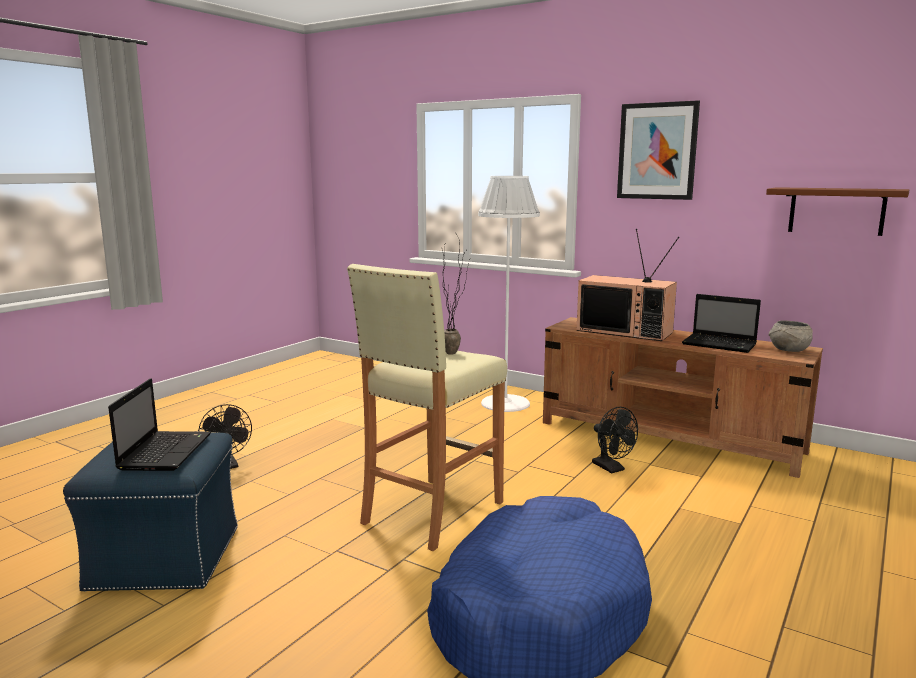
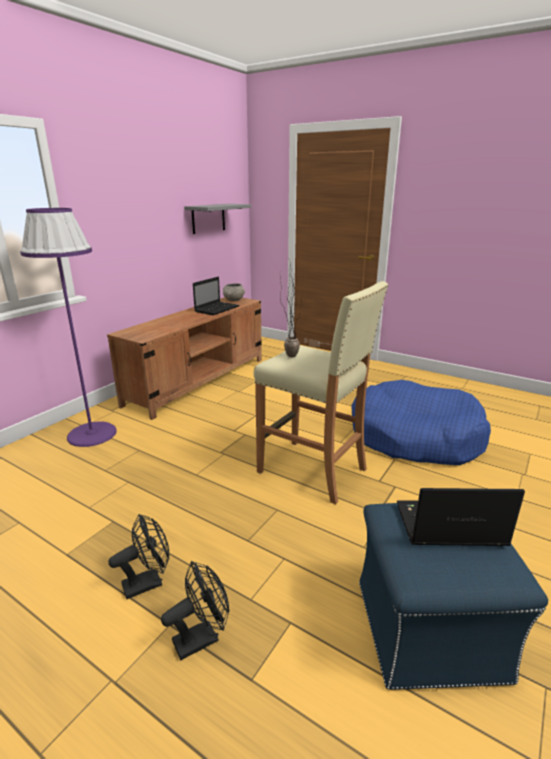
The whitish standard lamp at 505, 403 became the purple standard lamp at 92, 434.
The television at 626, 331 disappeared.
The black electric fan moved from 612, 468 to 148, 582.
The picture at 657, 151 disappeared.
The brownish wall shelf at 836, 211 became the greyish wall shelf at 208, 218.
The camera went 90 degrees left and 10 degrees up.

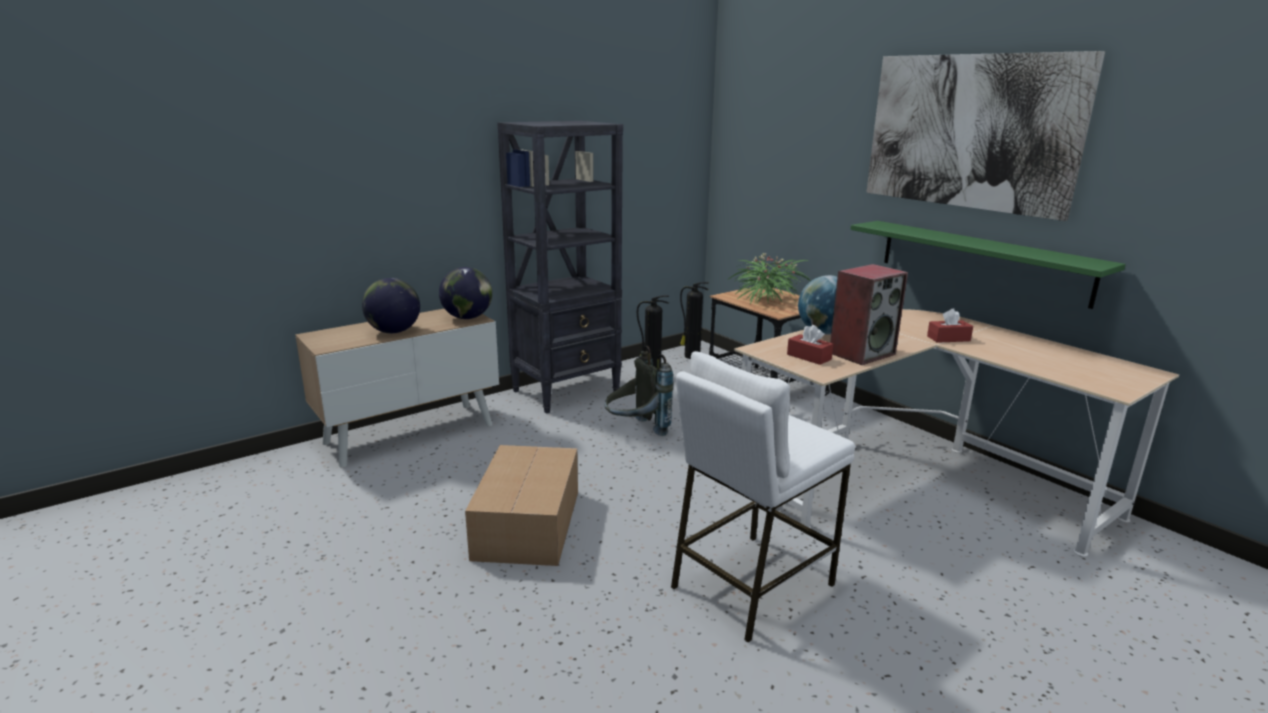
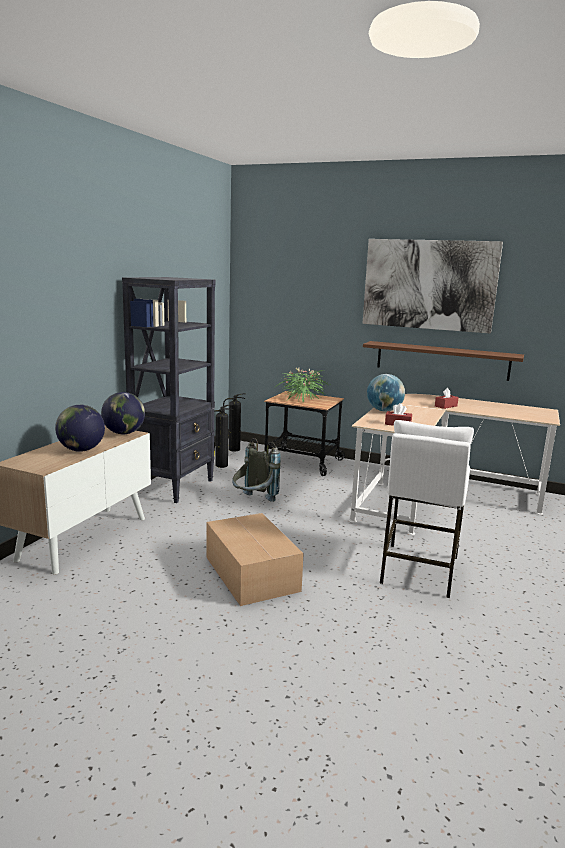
The audio speaker at 862, 353 disappeared.
The green wall shelf at 981, 261 became the brownish wall shelf at 442, 360.
The camera went 30 degrees left and 5 degrees down.

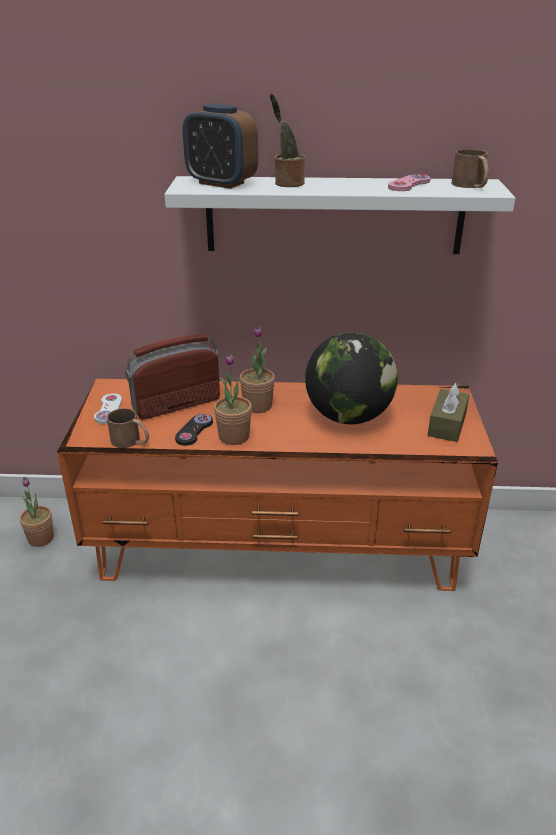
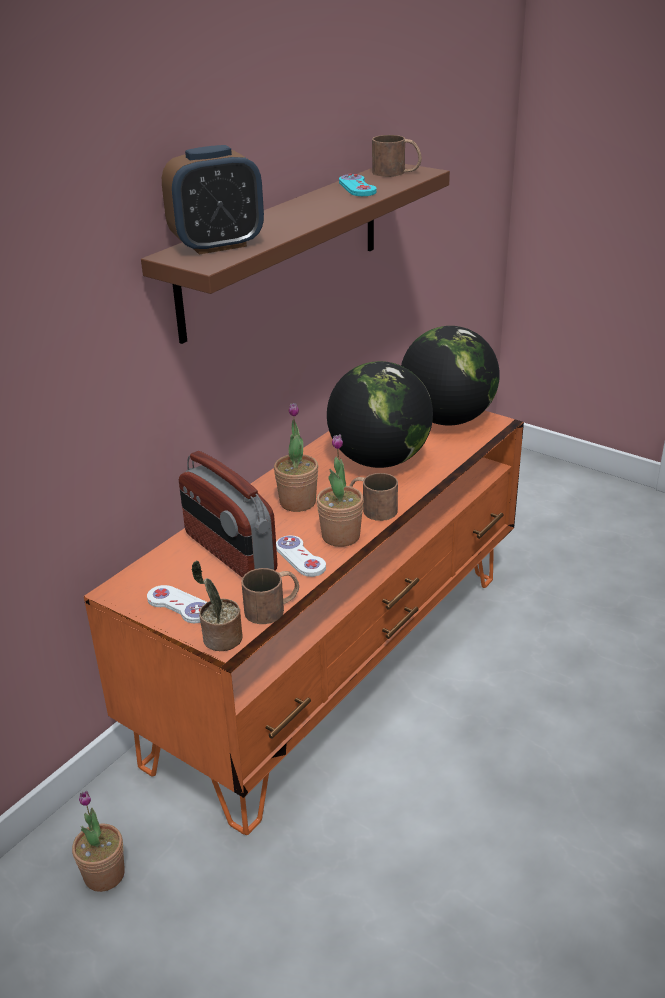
The radio receiver at 176, 404 turned 45 degrees counterclockwise.
The whitish wall shelf at 334, 215 became the brownish wall shelf at 283, 248.
The black gamepad at 194, 431 became the whitish gamepad at 300, 557.
The plant in a pot moved from 287, 183 to 220, 640.
The pink gamepad at 409, 184 became the turquoise-coloured gamepad at 357, 187.
The brownish tissue holder at 447, 424 was replaced by the desk globe at 447, 419.
The brownish tea mug at 372, 509 appeared.
The camera went 55 degrees left and 0 degrees up.

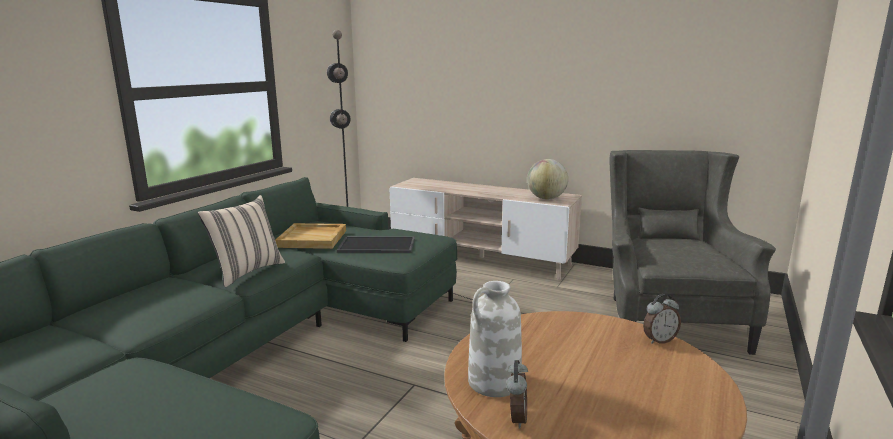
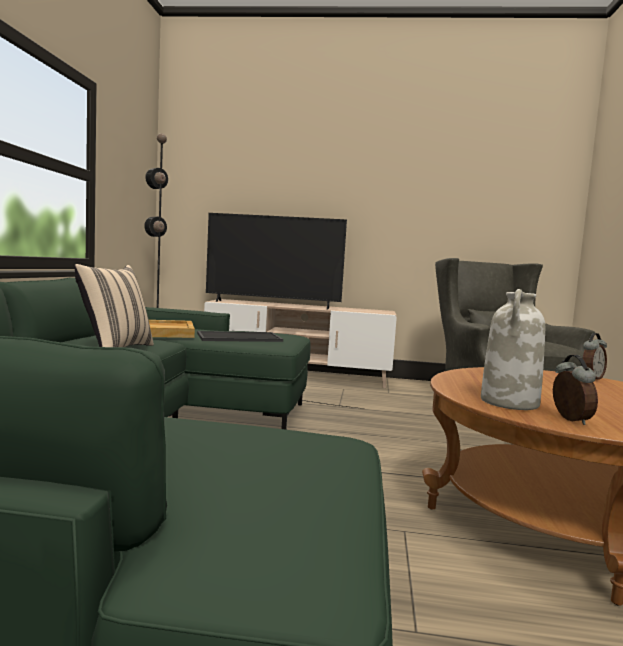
The desk globe at 546, 198 disappeared.
The television at 272, 304 appeared.
The camera went 20 degrees left and 10 degrees down.

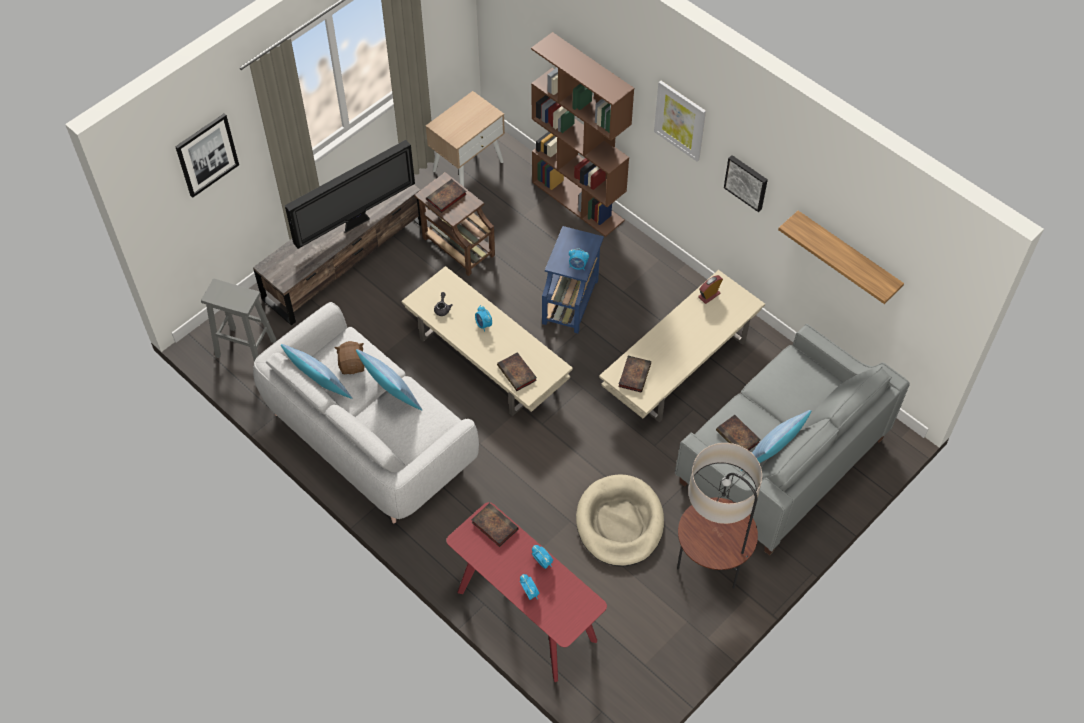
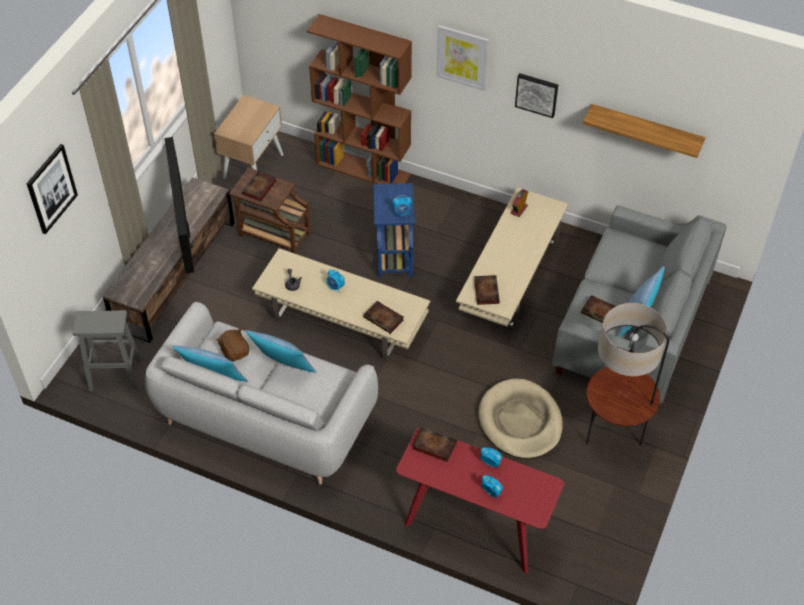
The television at 357, 222 turned 135 degrees clockwise.
The camera went 20 degrees left and 5 degrees down.

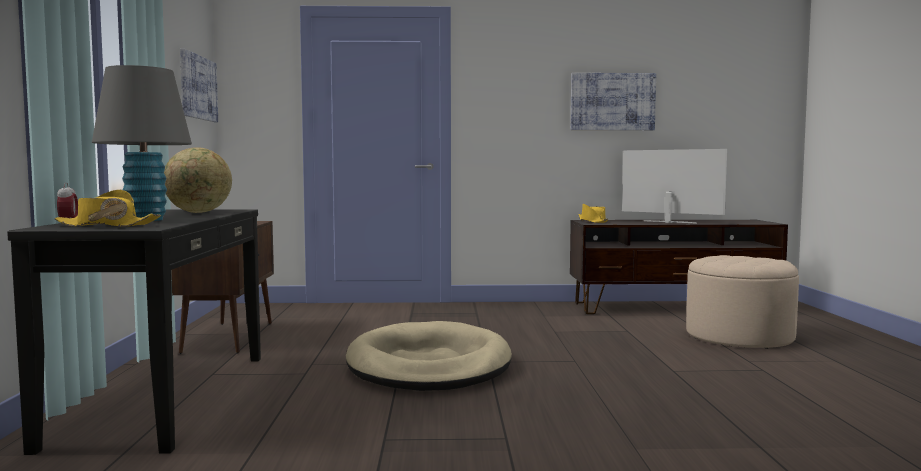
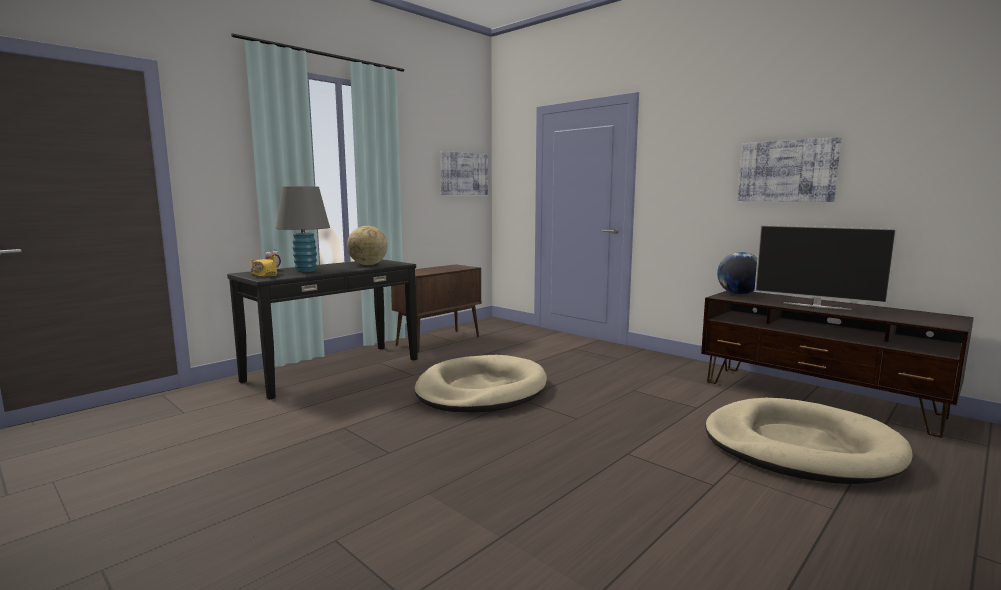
The yellow clothing hat at 593, 221 was replaced by the desk globe at 738, 294.
The television at 669, 222 turned 135 degrees clockwise.
The beige-coloured ottoman at 739, 336 was replaced by the beige-coloured pet bed at 799, 447.
The camera went 45 degrees right and 5 degrees up.

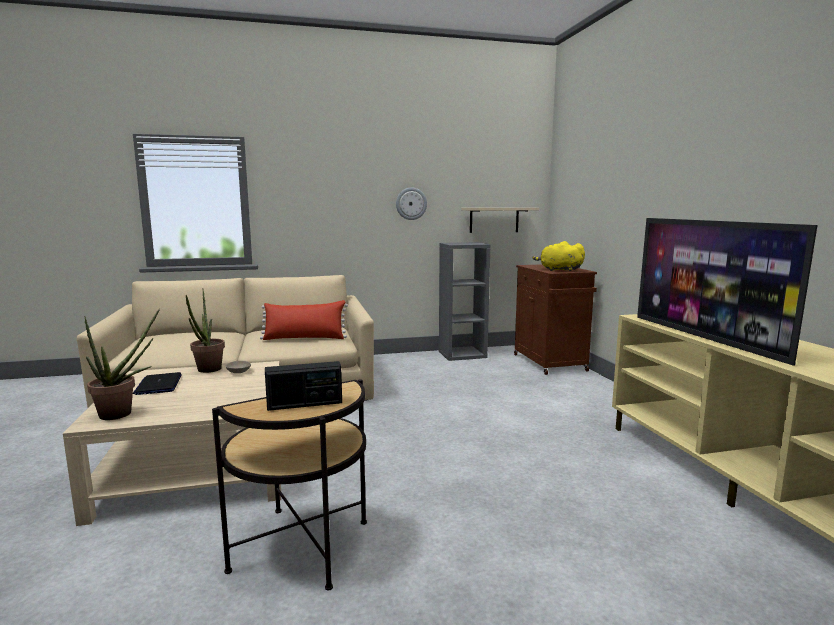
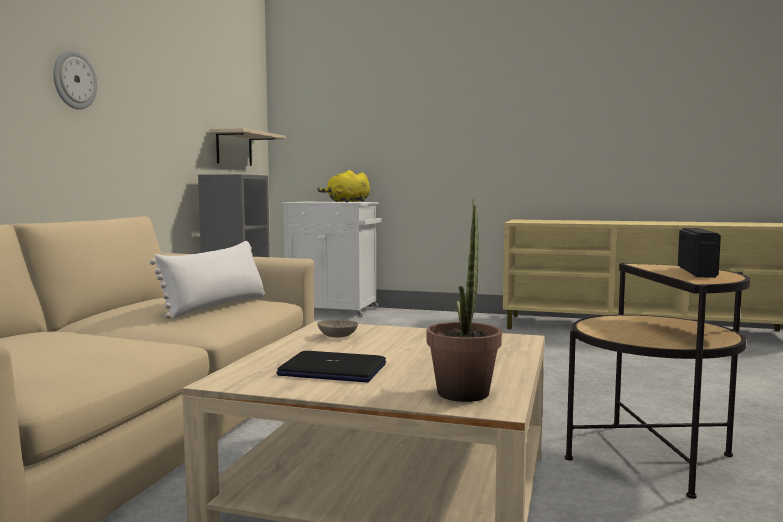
The plant in a pot at 207, 371 disappeared.
The red throw pillow at 304, 338 became the whitish throw pillow at 216, 306.
The wall clock moved from 411, 203 to 74, 80.
The brownish storage cabinet at 550, 363 became the whitish storage cabinet at 334, 311.
The television at 705, 338 disappeared.
The camera went 60 degrees left and 5 degrees down.

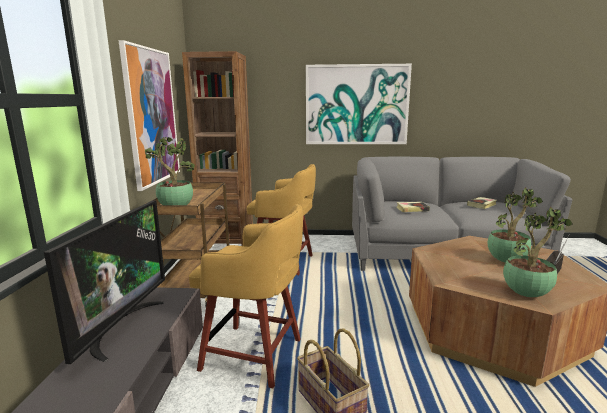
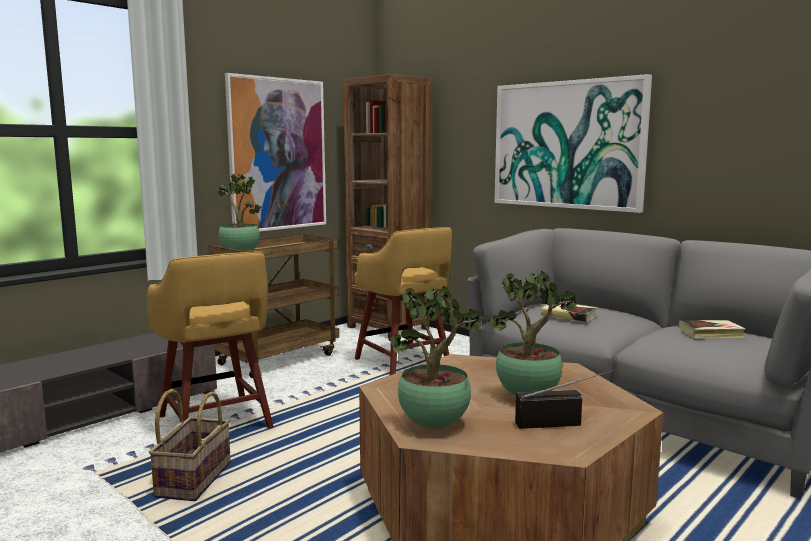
The television at 120, 327 disappeared.
The camera went 40 degrees right and 5 degrees down.

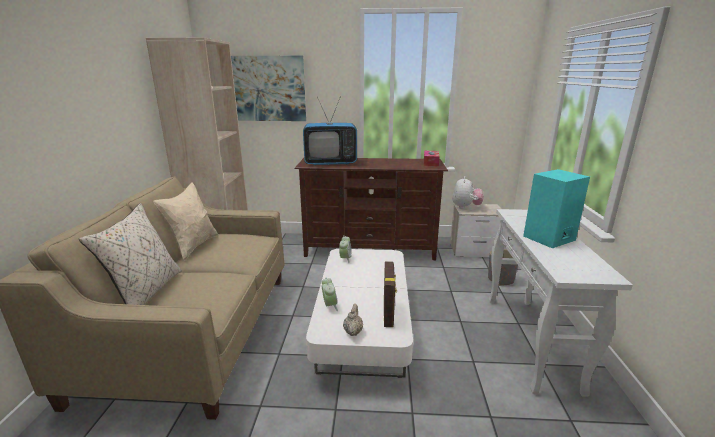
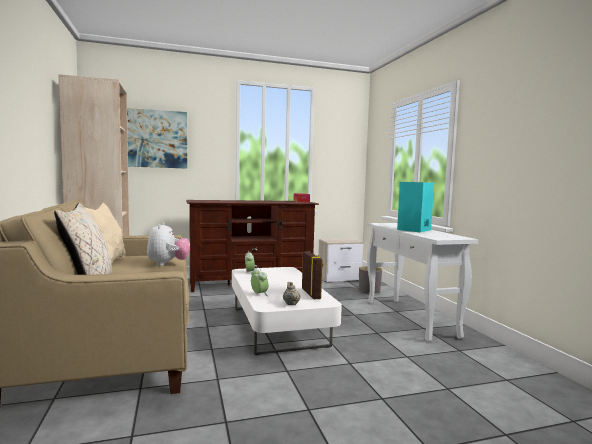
The television at 330, 163 disappeared.
The plush toy moved from 466, 207 to 168, 264.
The camera went 20 degrees left and 15 degrees down.

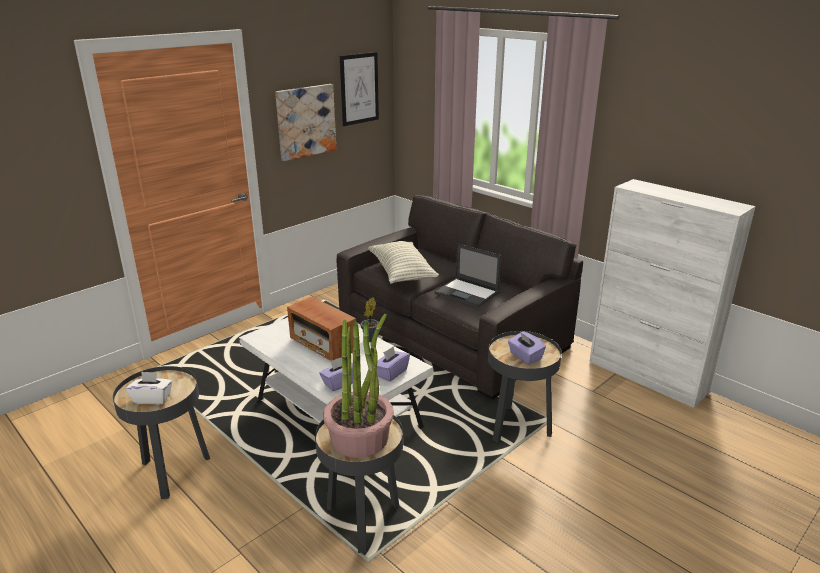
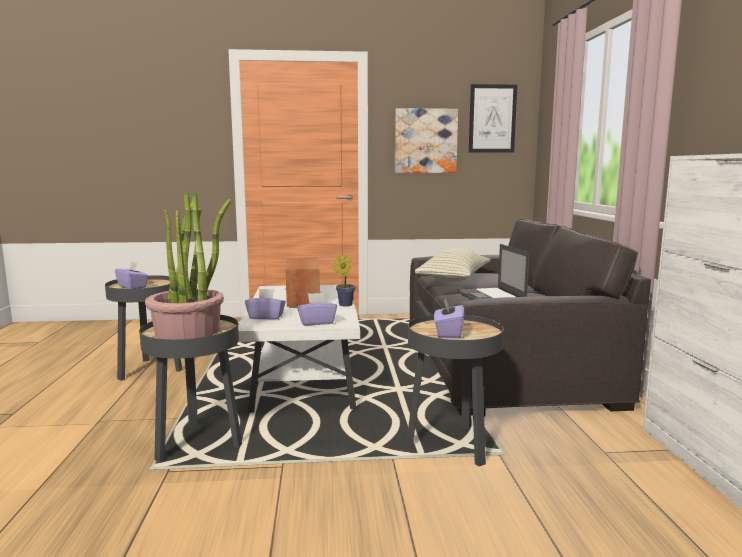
The whitish tissue holder at 152, 398 became the purple tissue holder at 133, 287.
The camera went 40 degrees right and 15 degrees down.

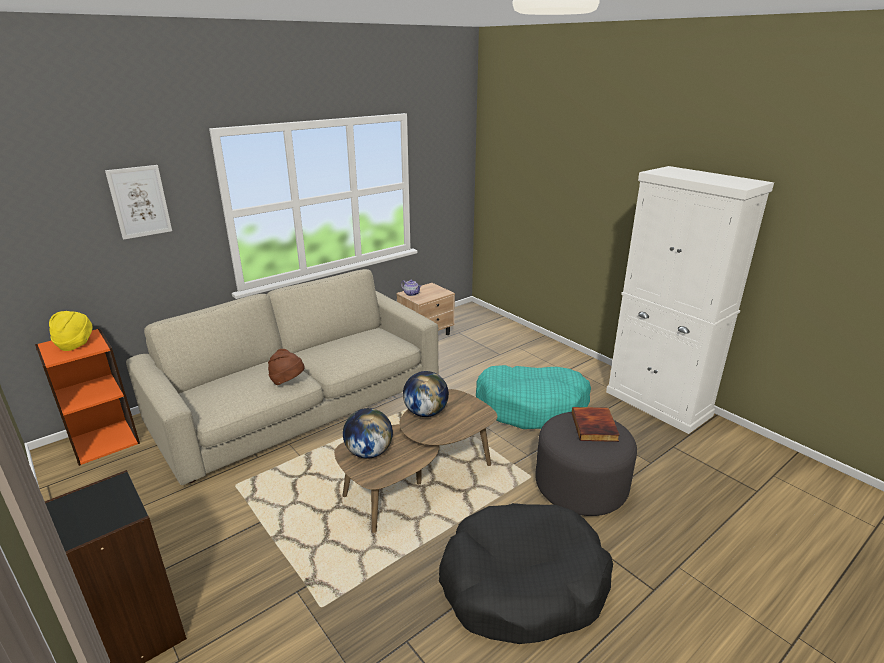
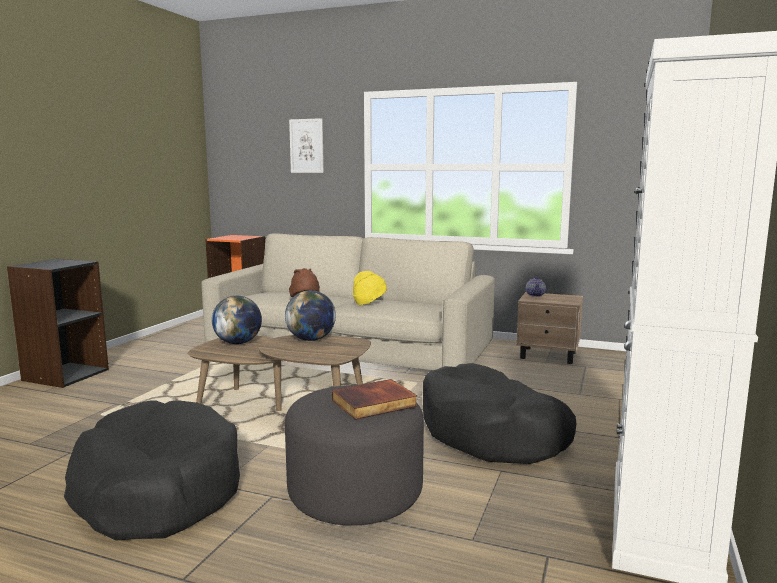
The yellow clothing hat moved from 75, 344 to 369, 303.
The turquoise-coloured pet bed at 532, 406 became the black pet bed at 492, 433.
The camera went 60 degrees right and 15 degrees down.

